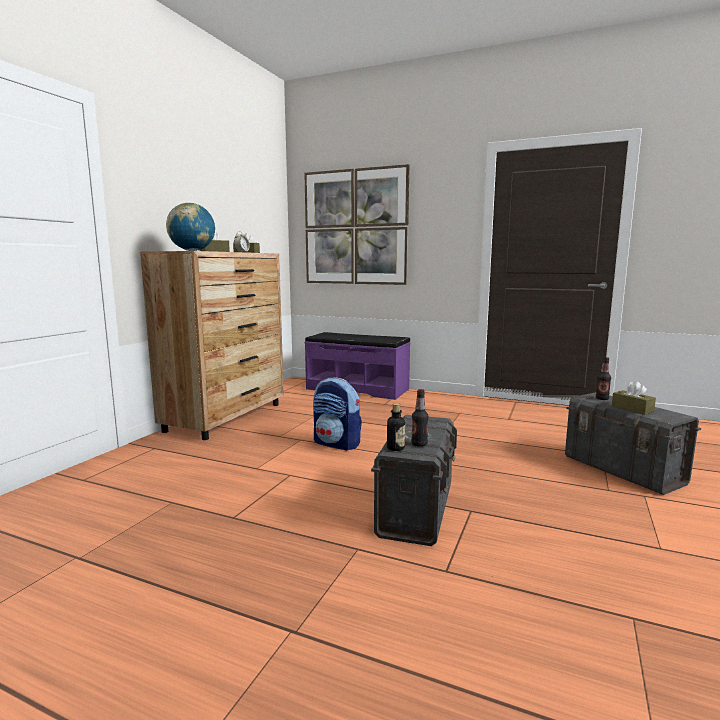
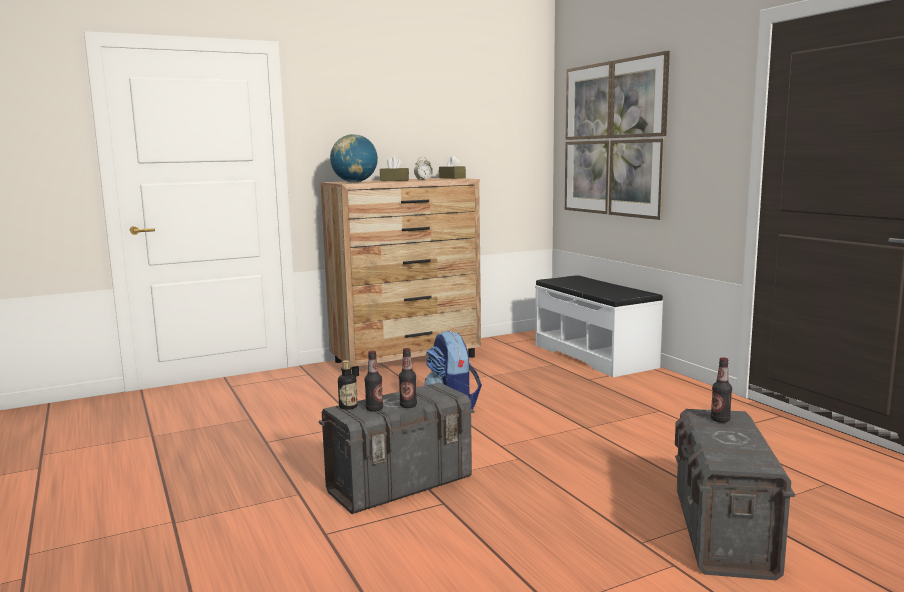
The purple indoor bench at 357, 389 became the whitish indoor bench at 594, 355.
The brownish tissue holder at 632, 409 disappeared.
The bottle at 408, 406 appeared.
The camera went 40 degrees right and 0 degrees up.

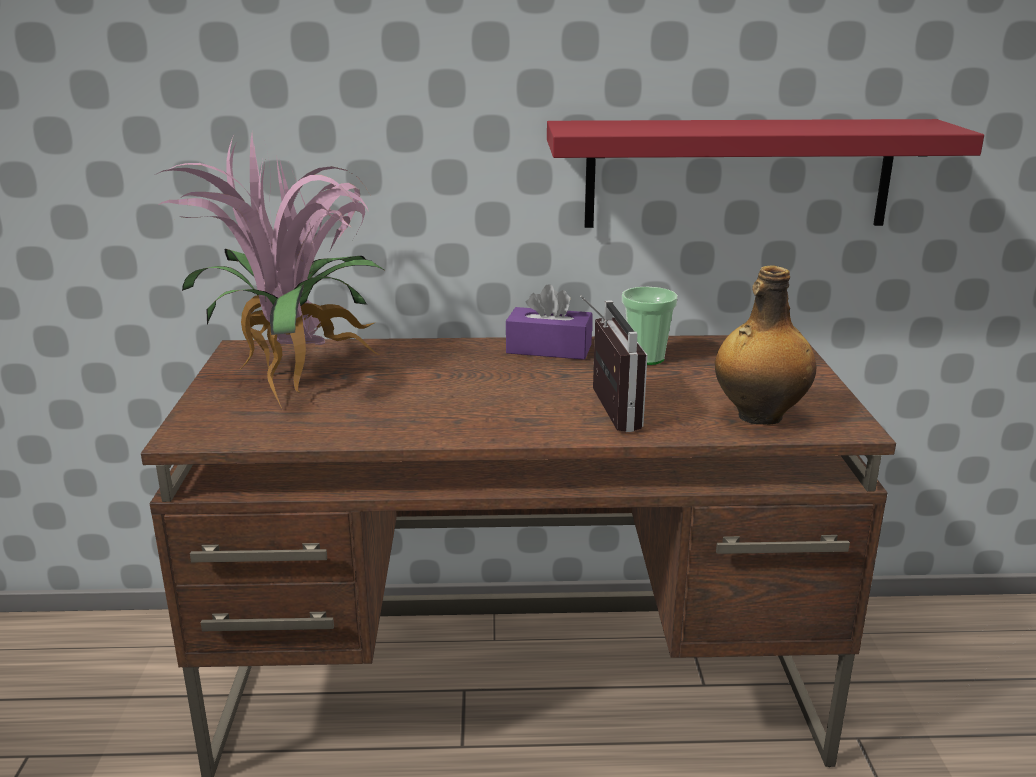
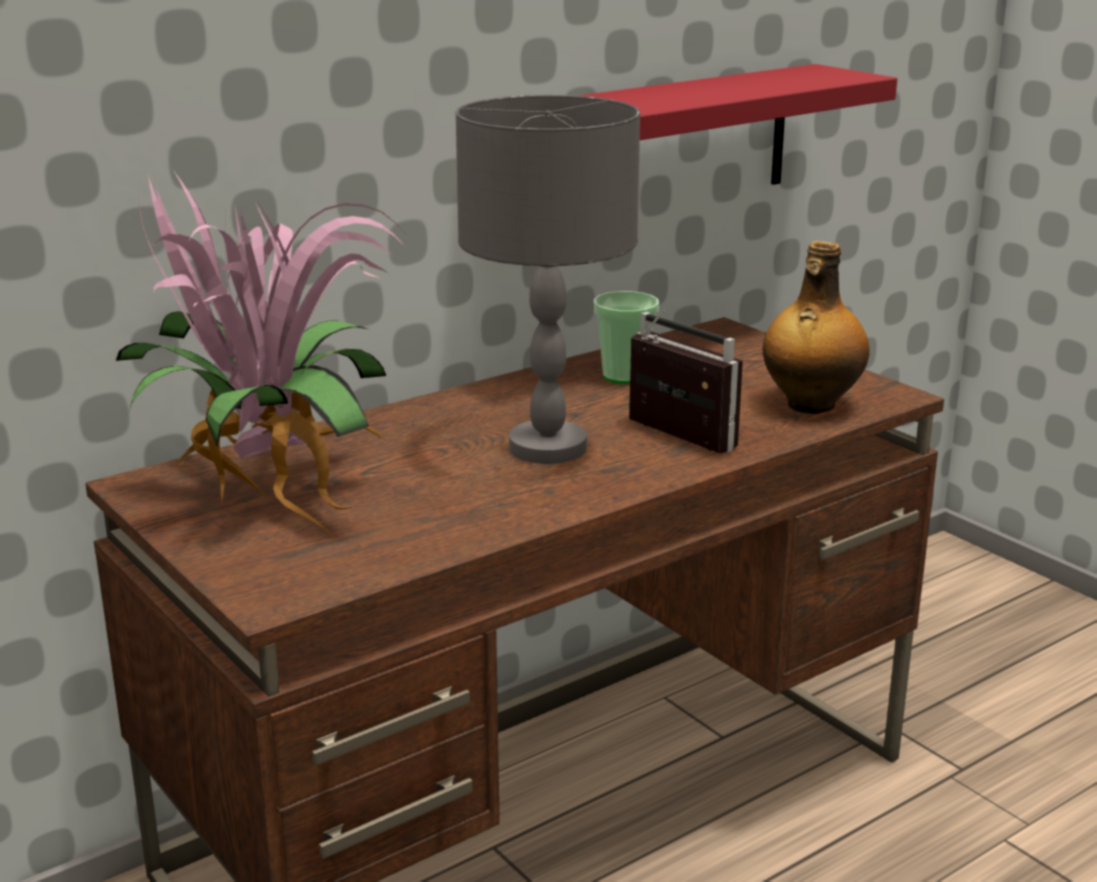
The purple tissue holder at 549, 349 disappeared.
The greyish lamp for a table at 549, 447 appeared.
The camera went 35 degrees left and 0 degrees up.

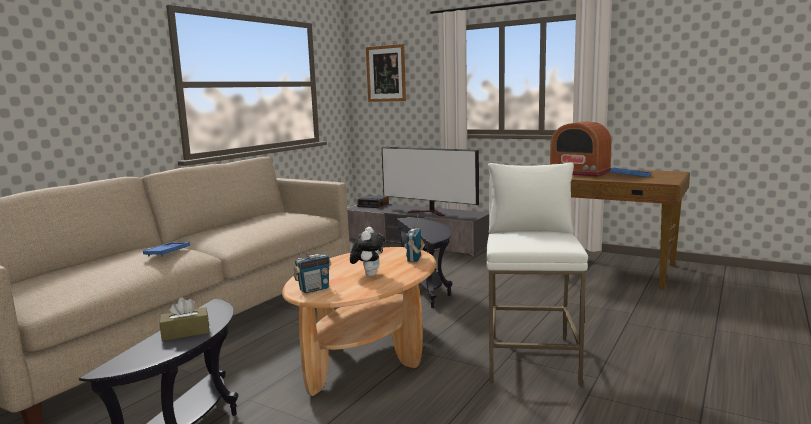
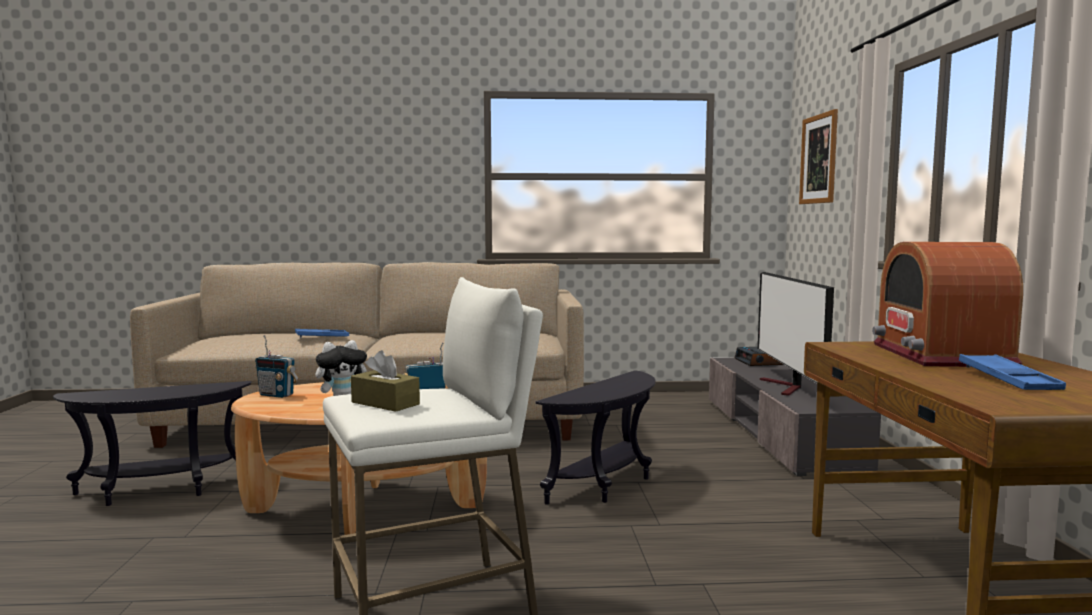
The brownish tissue holder moved from 185, 332 to 385, 403.
The camera went 55 degrees right and 5 degrees down.

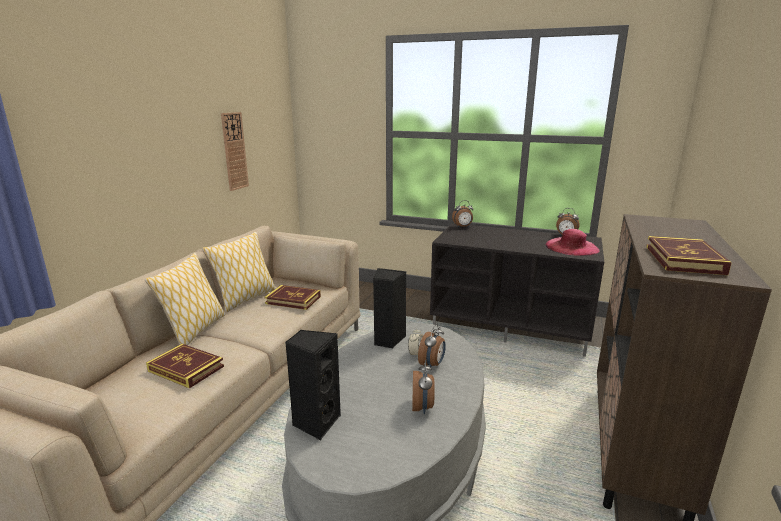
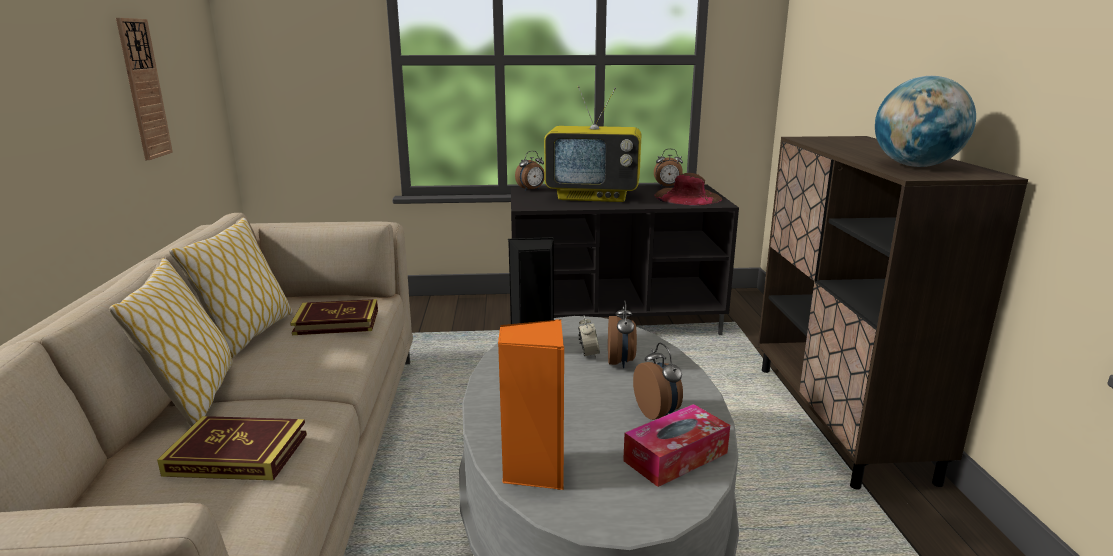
The black audio speaker at 315, 422 became the orange audio speaker at 533, 470.
The pink clothing hat at 571, 247 became the brownish clothing hat at 687, 197.
The book at 683, 260 was replaced by the desk globe at 915, 166.
The television at 594, 196 appeared.
The tissue holder at 675, 457 appeared.
The camera went 25 degrees left and 0 degrees up.

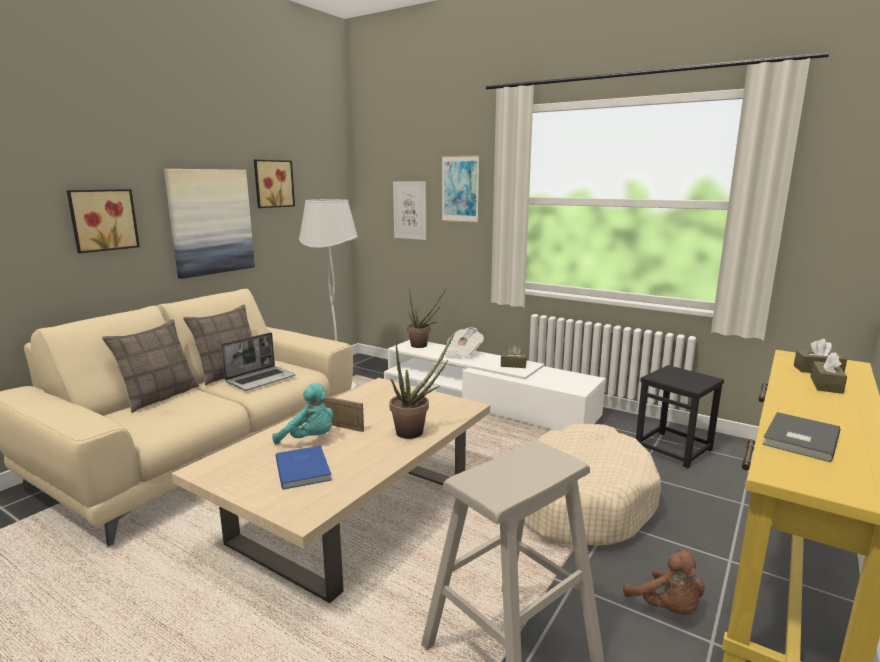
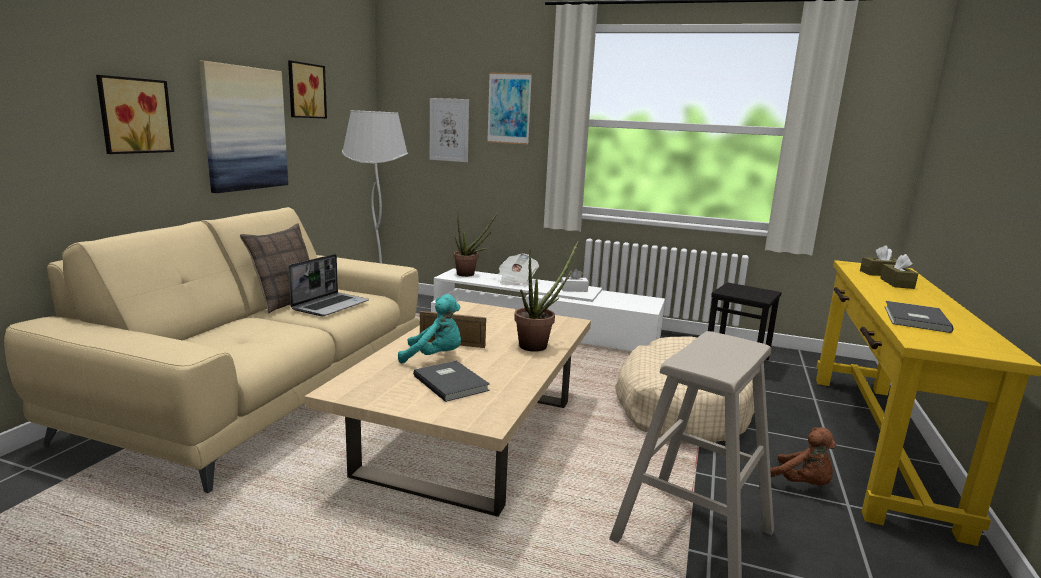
The throw pillow at 159, 397 disappeared.
The blue book at 304, 468 became the greyish book at 452, 382.
The brownish tissue holder at 513, 365 became the whitish tissue holder at 574, 289.
The camera went 15 degrees left and 0 degrees up.

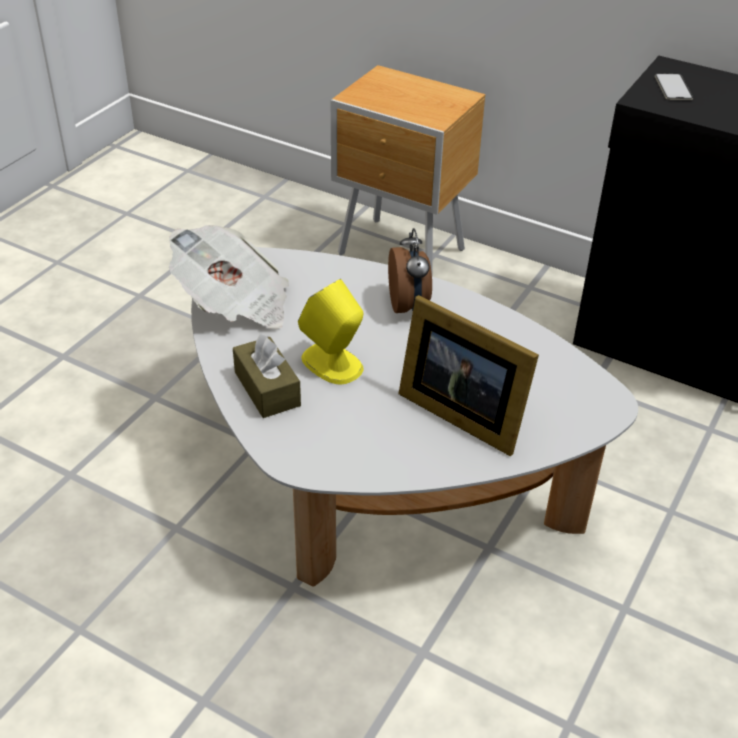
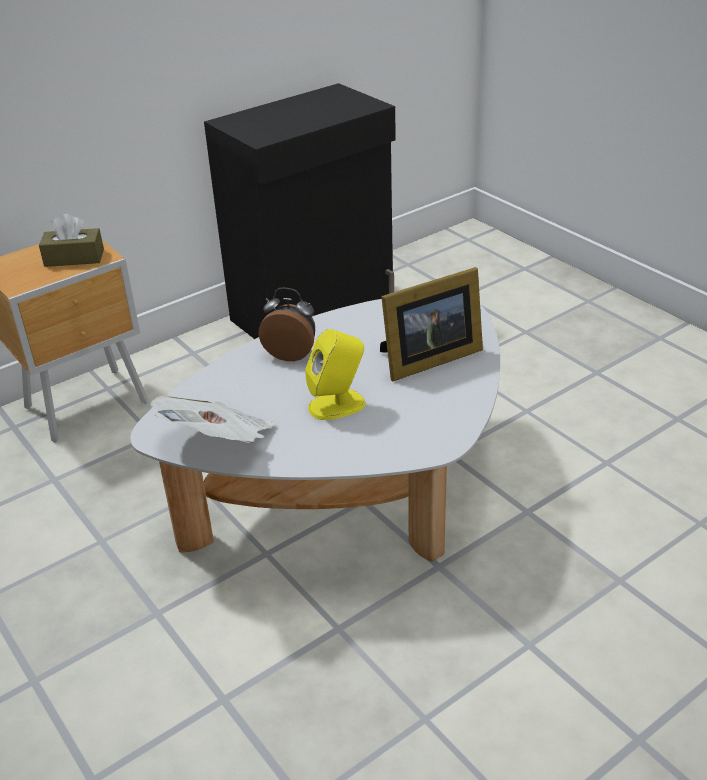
The brownish tissue holder moved from 267, 389 to 74, 258.
The phone at 673, 87 disappeared.
The camera went 65 degrees left and 5 degrees down.

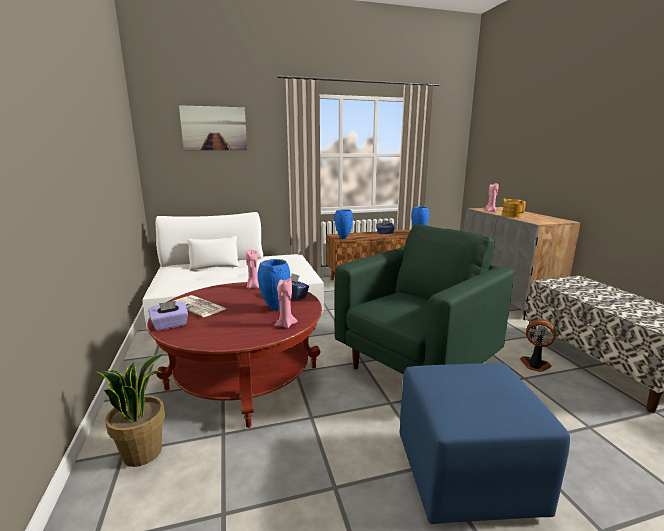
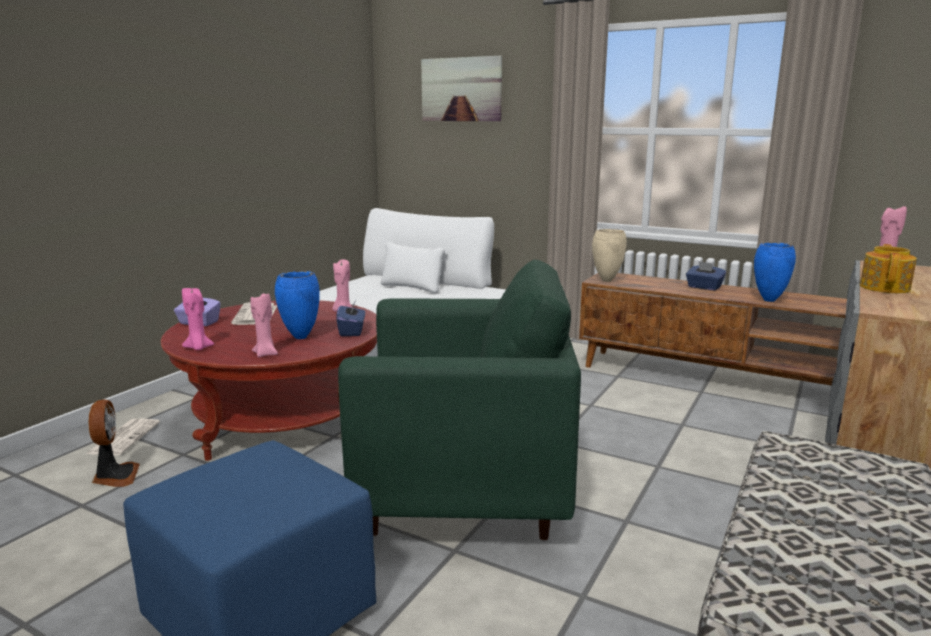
The plant in a pot at 143, 452 was replaced by the daily paper at 124, 437.
The blue vase at 343, 238 became the beige-coloured vase at 606, 280.
The electric fan moved from 534, 365 to 115, 476.
The pink wax candle at 198, 348 appeared.
The camera went 45 degrees right and 0 degrees up.

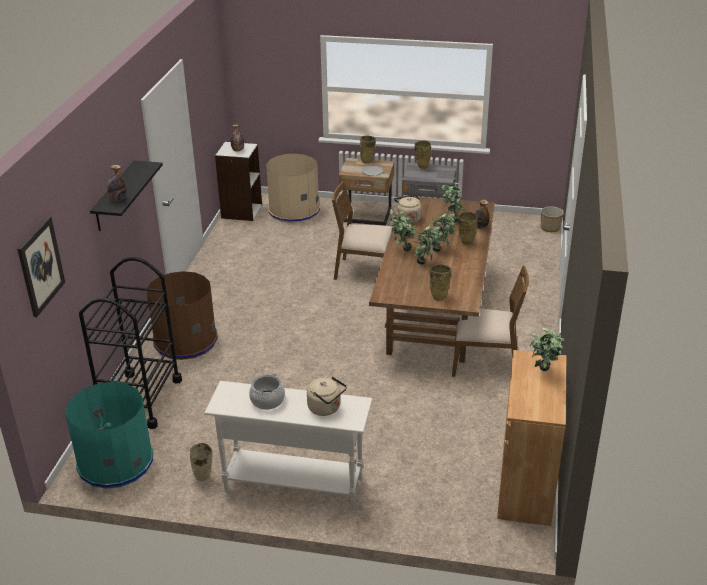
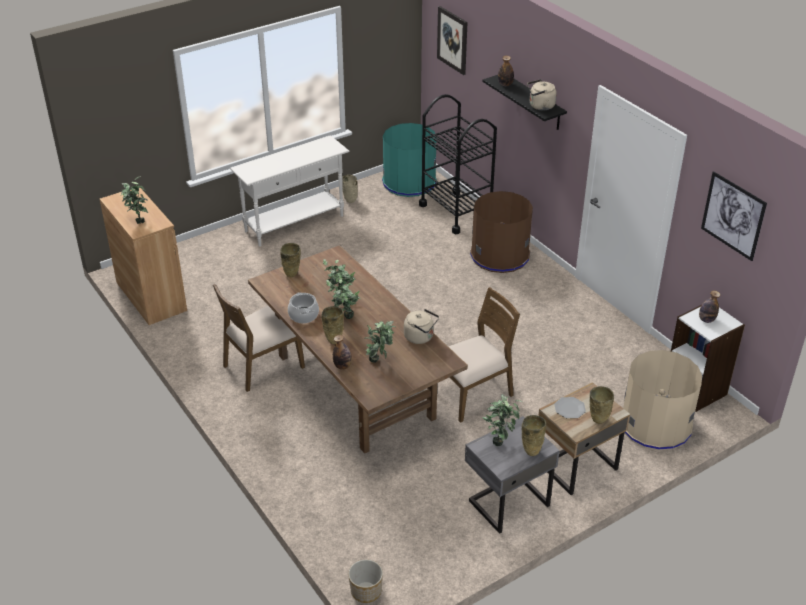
The saucepot moved from 267, 400 to 303, 315.
The beige-coloured water kettle moved from 326, 408 to 540, 106.
The plant in a pot moved from 401, 250 to 500, 439.
The picture at 733, 216 appeared.
The camera went 135 degrees right and 5 degrees up.

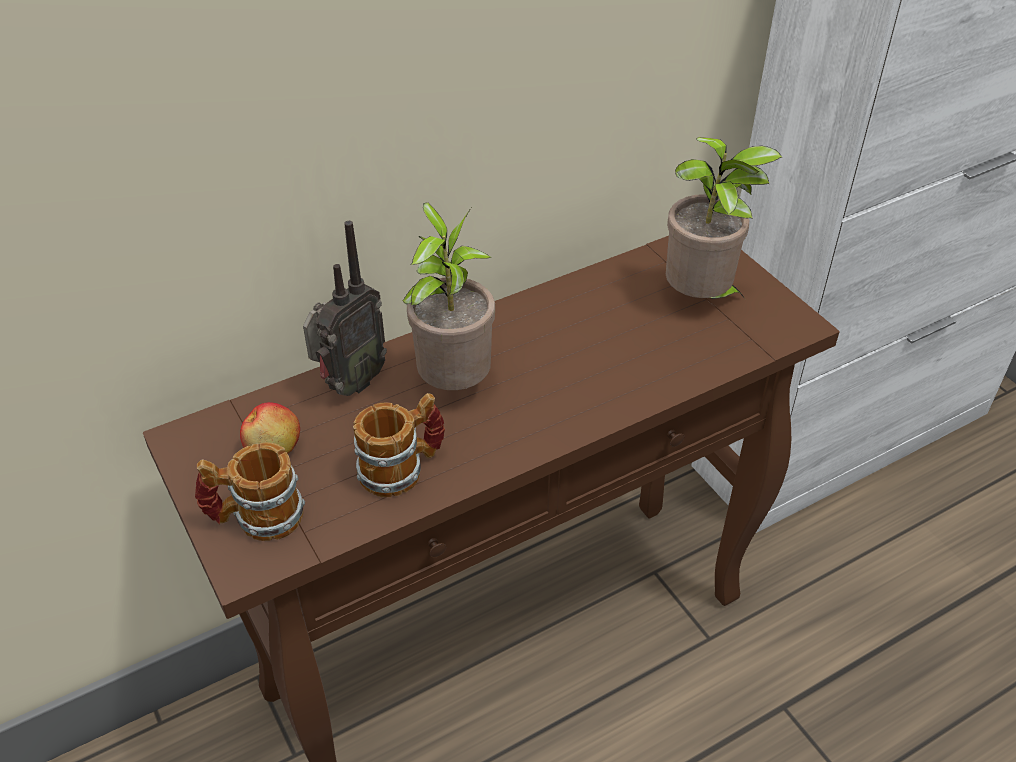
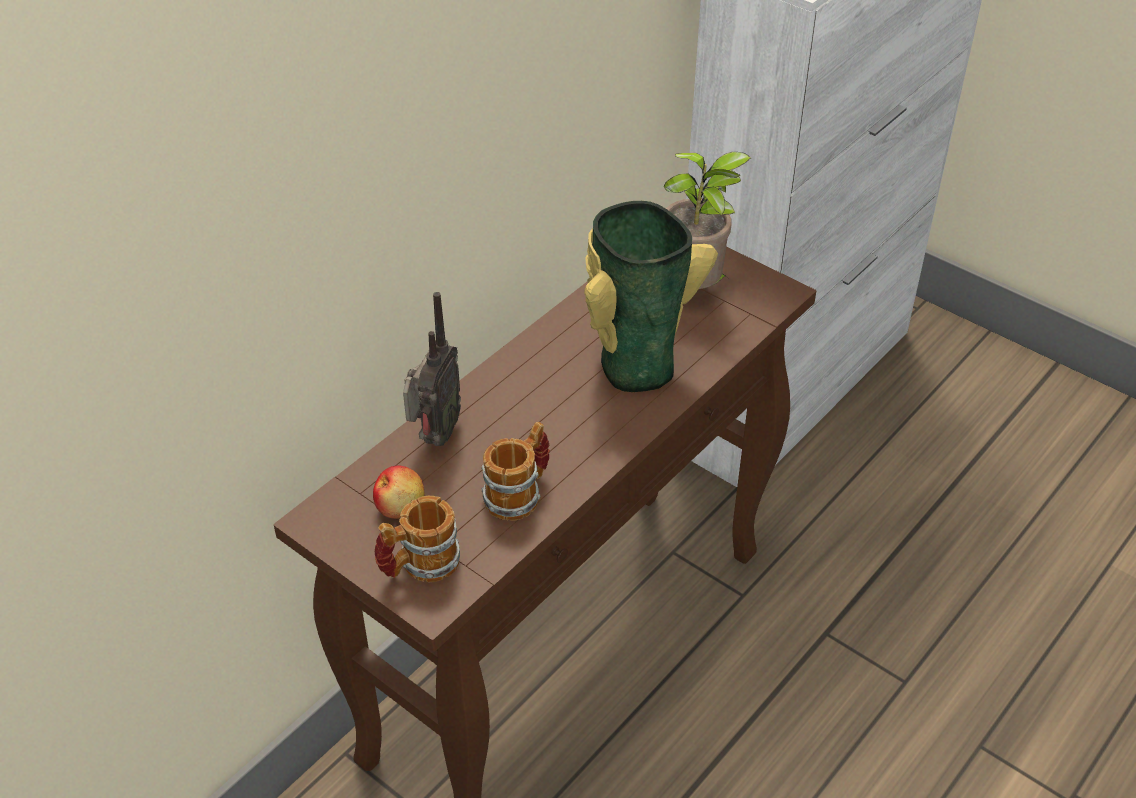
The plant in a pot at 453, 384 disappeared.
The vase at 633, 362 appeared.
The camera went 20 degrees left and 0 degrees up.

